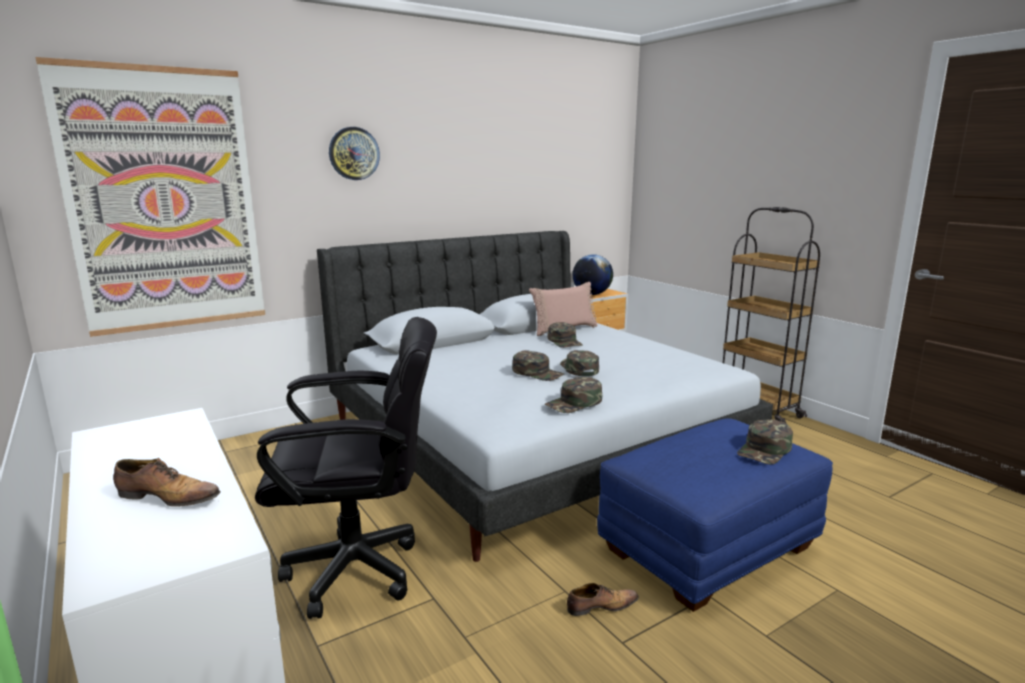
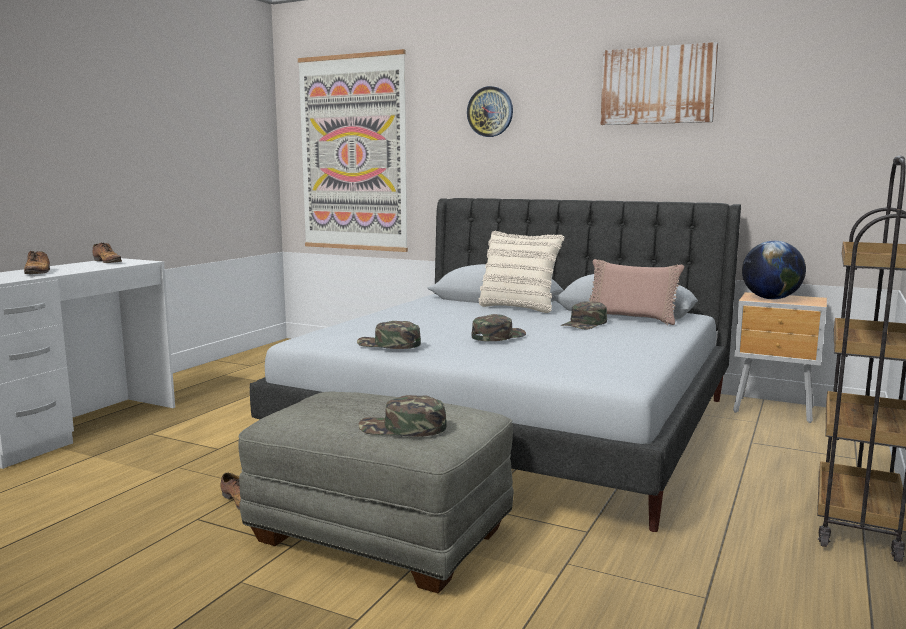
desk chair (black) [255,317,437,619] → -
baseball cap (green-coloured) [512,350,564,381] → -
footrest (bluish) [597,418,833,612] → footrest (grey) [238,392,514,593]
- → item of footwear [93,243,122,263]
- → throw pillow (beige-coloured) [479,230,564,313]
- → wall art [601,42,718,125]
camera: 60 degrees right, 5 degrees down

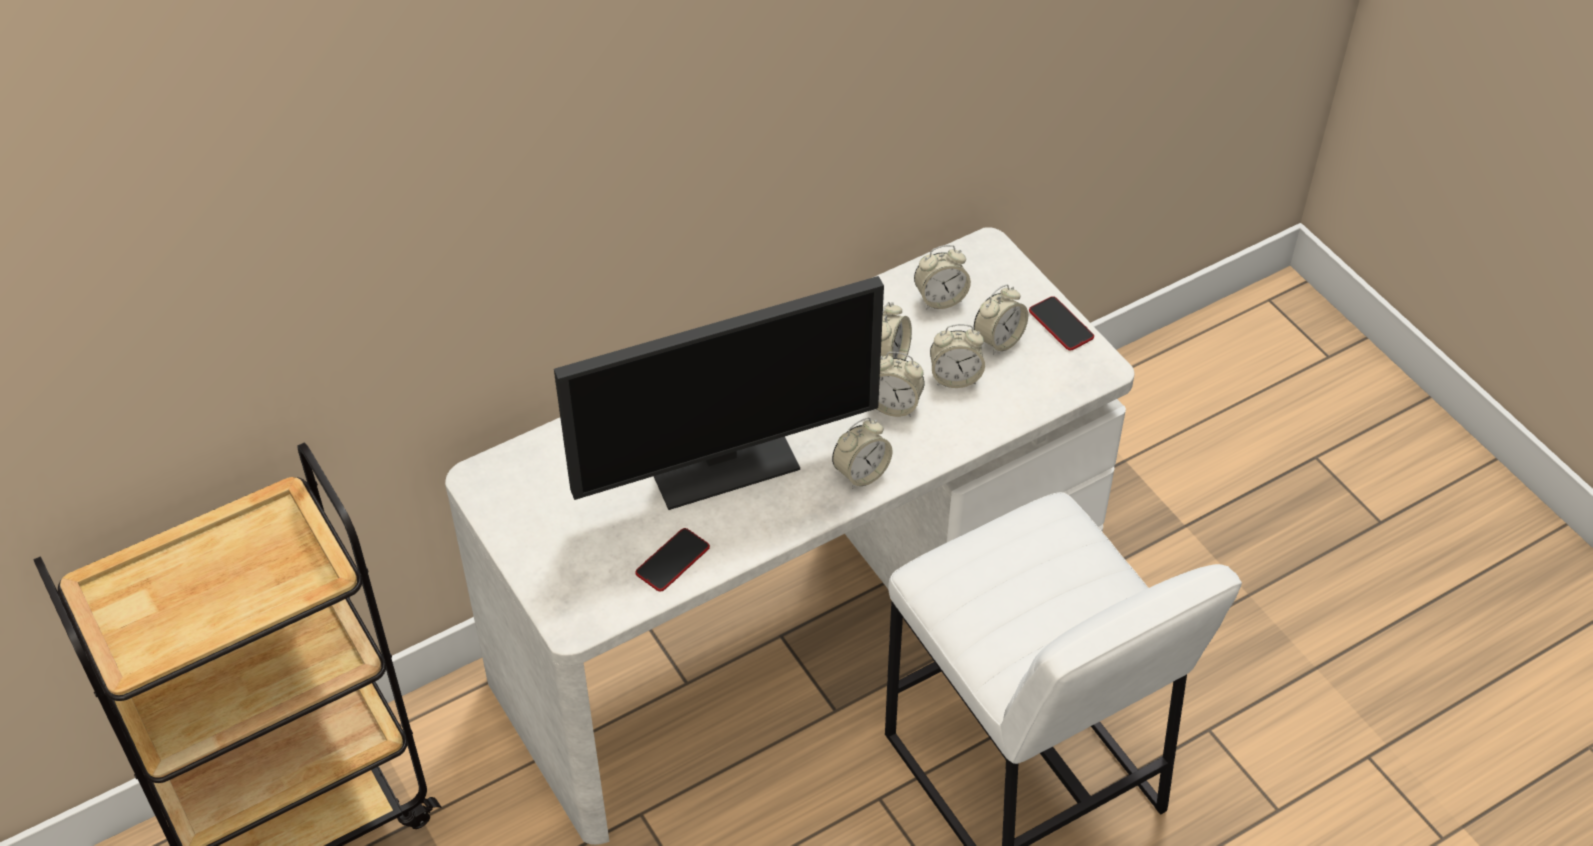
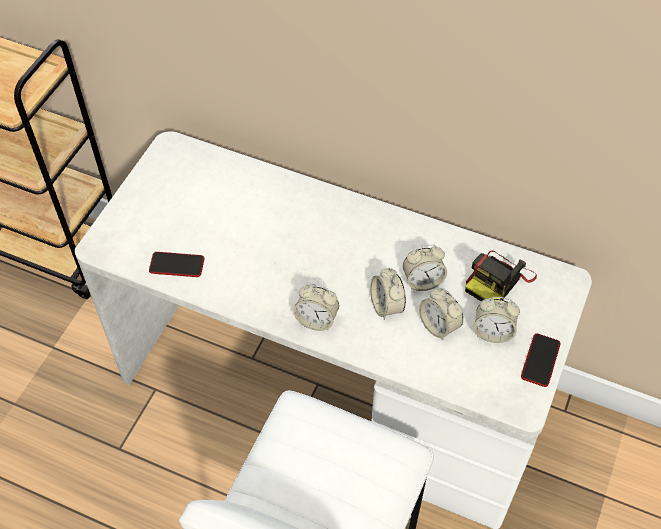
computer display [554,276,884,510] → -
table clock [914,245,971,309] → still camera [465,251,537,301]
camera: 55 degrees right, 5 degrees up

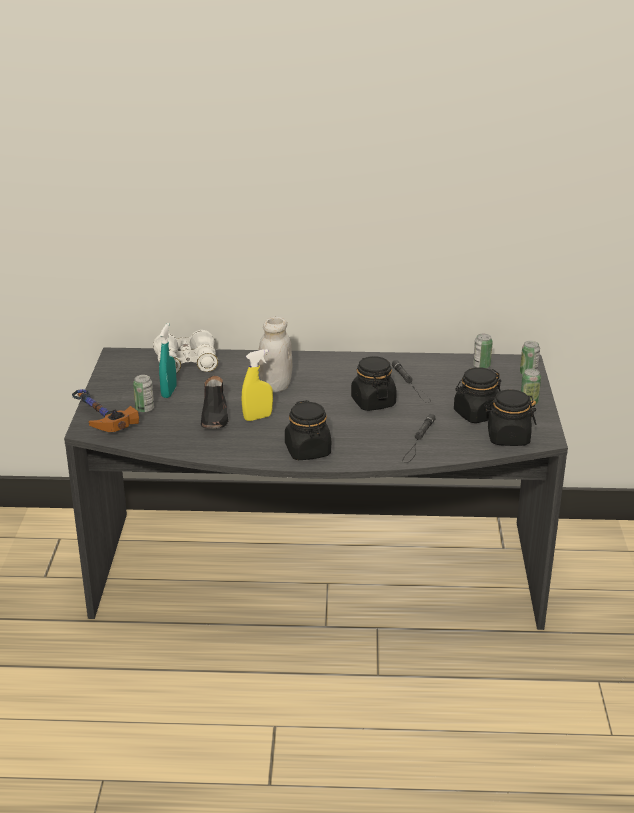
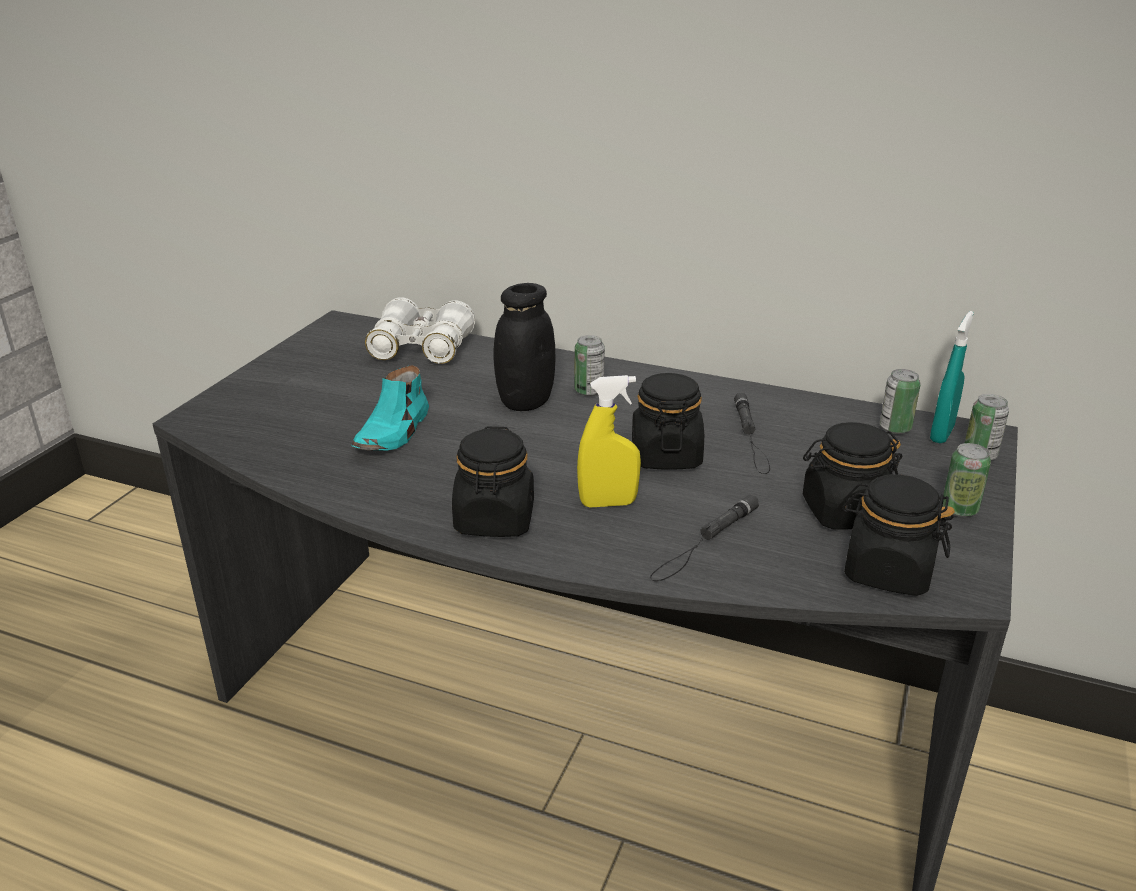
hand hammer [72,389,139,432] → -
can [133,375,154,413] → can [575,335,605,396], relocated
spray bottle (blue-green) [159,323,176,398] → spray bottle (blue-green) [930,311,974,443], relocated
item of footwear (black) [201,376,228,429] → item of footwear (blue-green) [351,365,429,451]
spray bottle (yellowish) [242,349,273,421] → spray bottle (yellowish) [577,375,641,508], relocated
preserve jar (white) [258,317,292,392] → preserve jar (black) [494,283,556,411]
camera: 20 degrees right, 0 degrees up

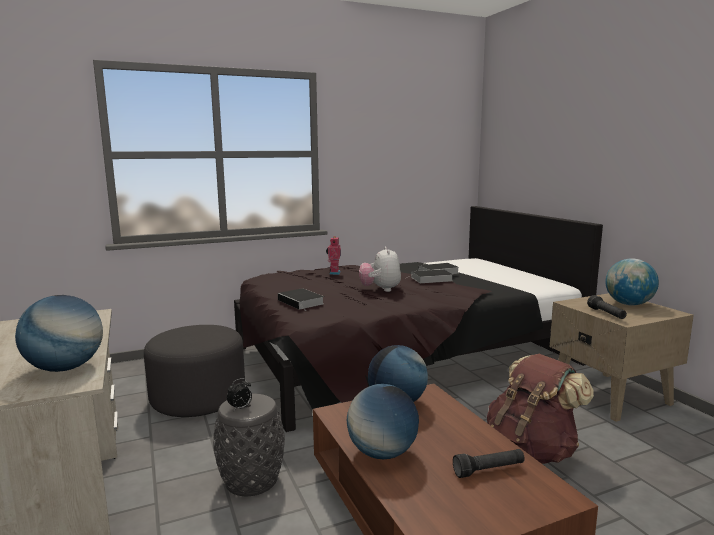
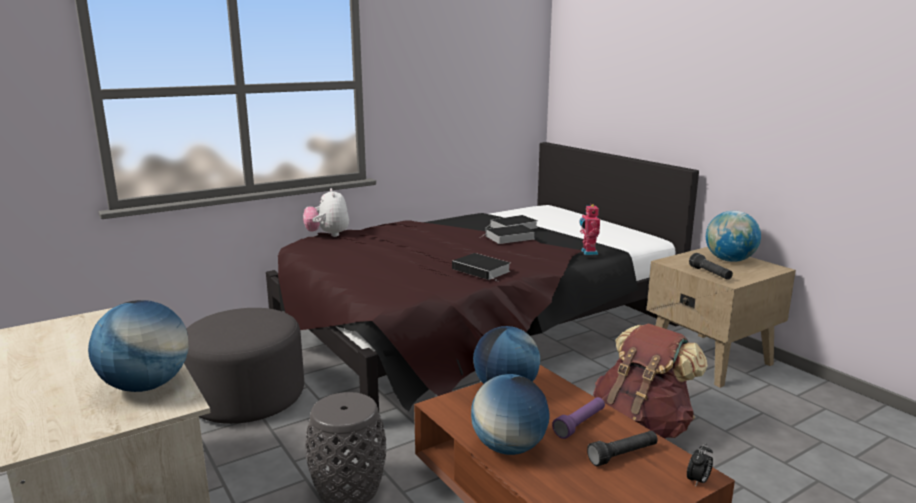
table clock [227,378,252,411] → table clock [687,443,713,487], relocated
volume [278,288,324,311] → volume [452,253,510,281], relocated
toy robot [326,236,341,275] → toy robot [579,204,600,255], relocated
soft toy [359,247,401,292] → soft toy [303,188,349,237], relocated
- → flashlight (purple-coloured) [552,397,605,439]
camera: 10 degrees left, 5 degrees up

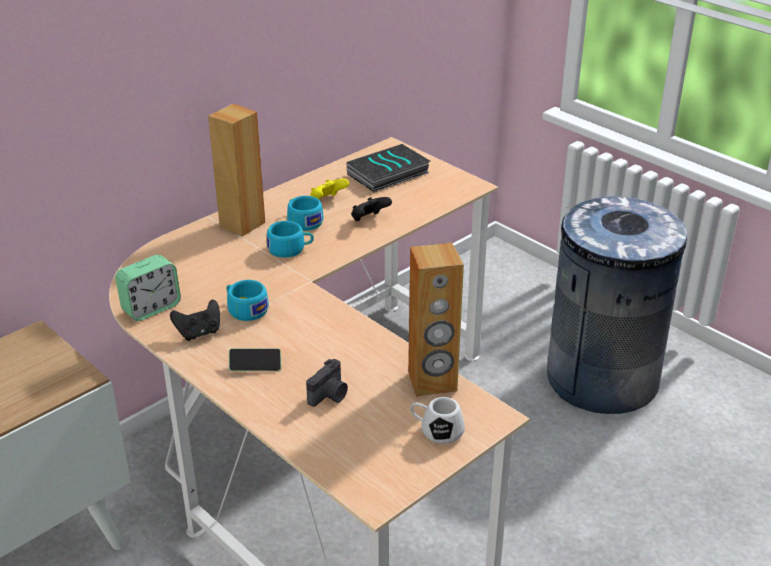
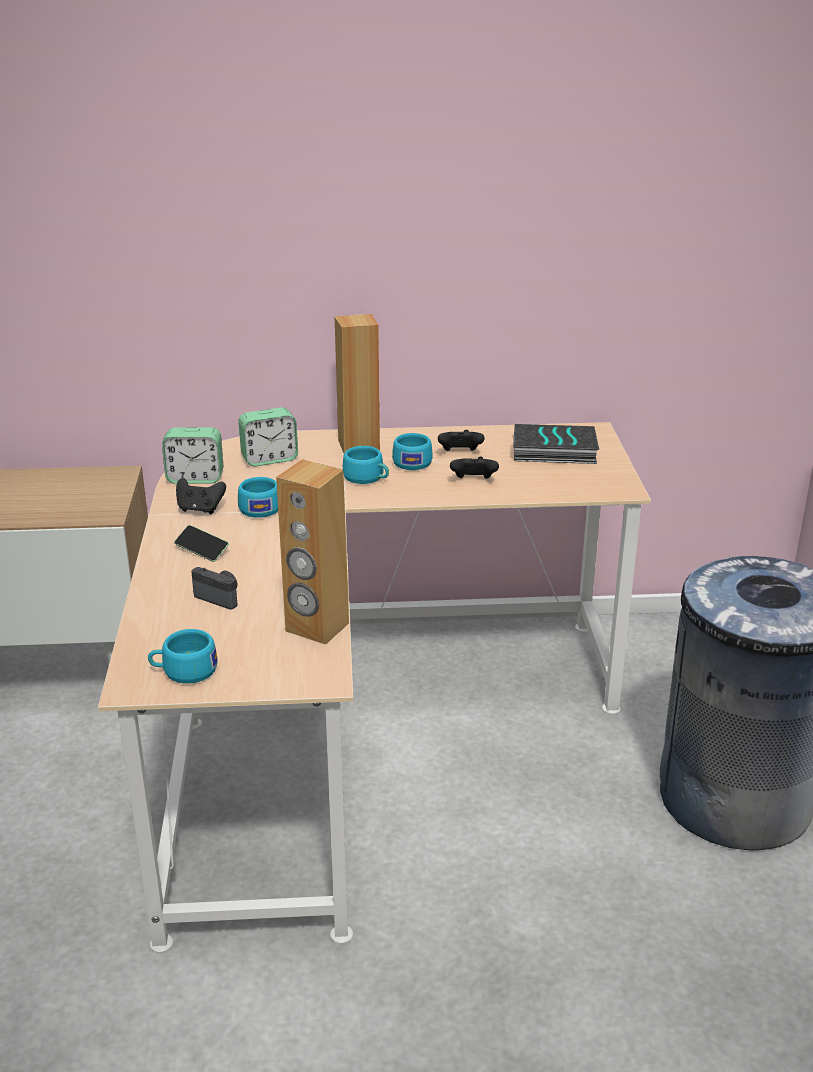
still camera [306,359,348,407] → still camera [191,567,237,609], 135 degrees counterclockwise
gamepad (yellowish) [310,179,349,200] → gamepad (black) [438,430,485,451]
mug (white) [411,397,465,444] → -
- → cup (blue-green) [148,629,218,683]
- → table clock [238,407,298,466]
camera: 40 degrees right, 5 degrees down

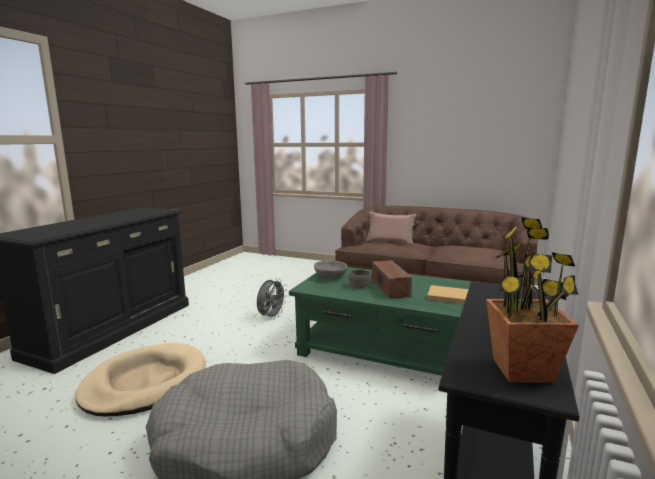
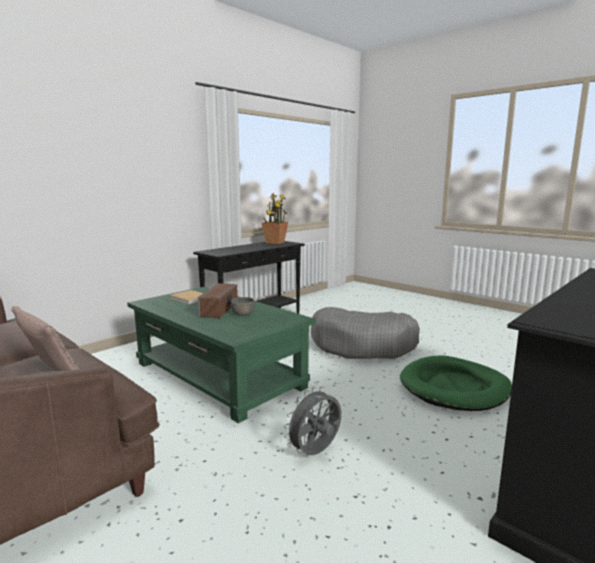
pet bed (beige-coloured) [75,343,205,417] → pet bed (green-coloured) [400,355,512,411]
bowl (grey) [314,261,347,279] → -
camera: 160 degrees left, 0 degrees up

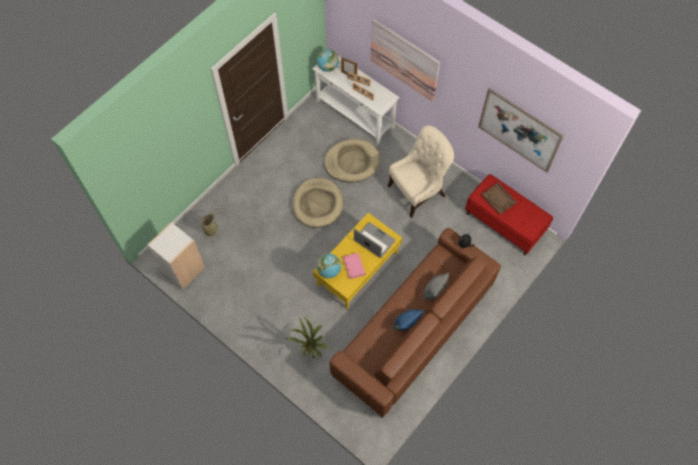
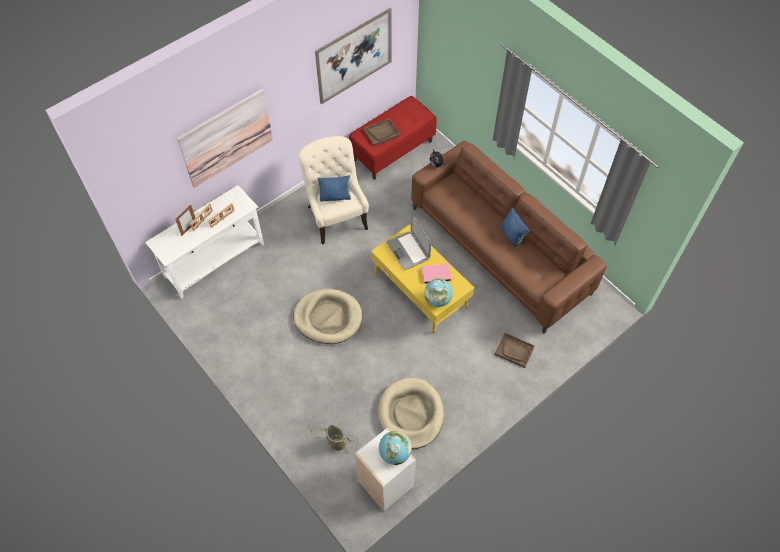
potted plant [285,317,329,359] → tray (brown) [494,333,535,368]
globe [317,49,339,72] → globe [379,431,412,465], relocated
pet bed (beige-coloured) [324,139,380,182] → pet bed (beige-coloured) [378,378,444,449], relocated
portable computer [354,222,396,258] → portable computer [386,214,431,270], 75 degrees counterclockwise
throw pillow (grey) [424,273,449,300] → -
- → throw pillow (bluish) [318,175,351,201]
camera: 80 degrees left, 5 degrees down

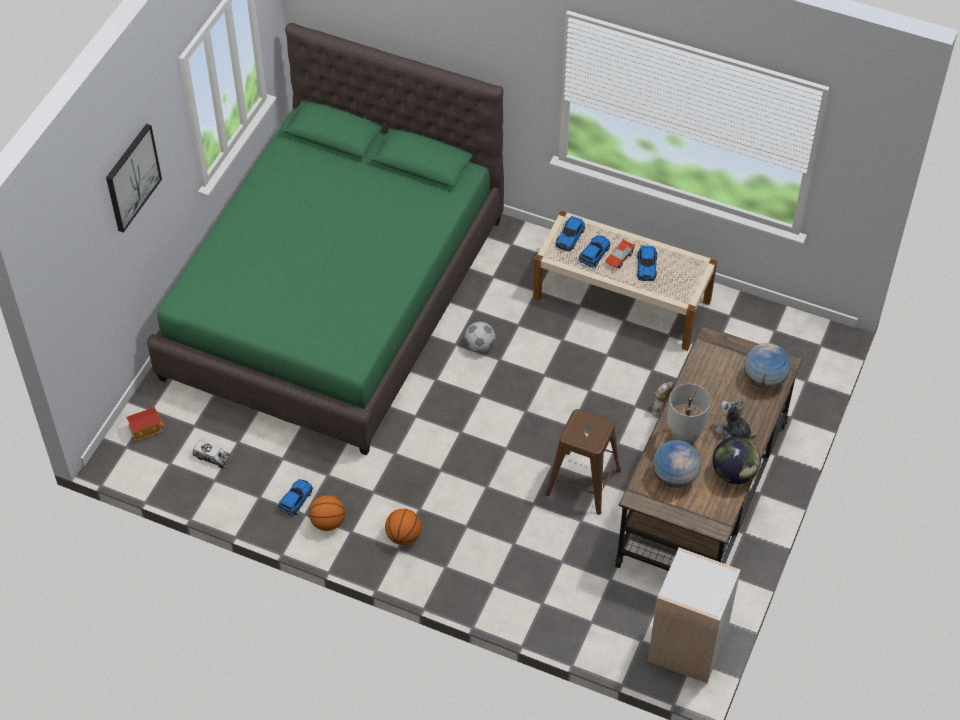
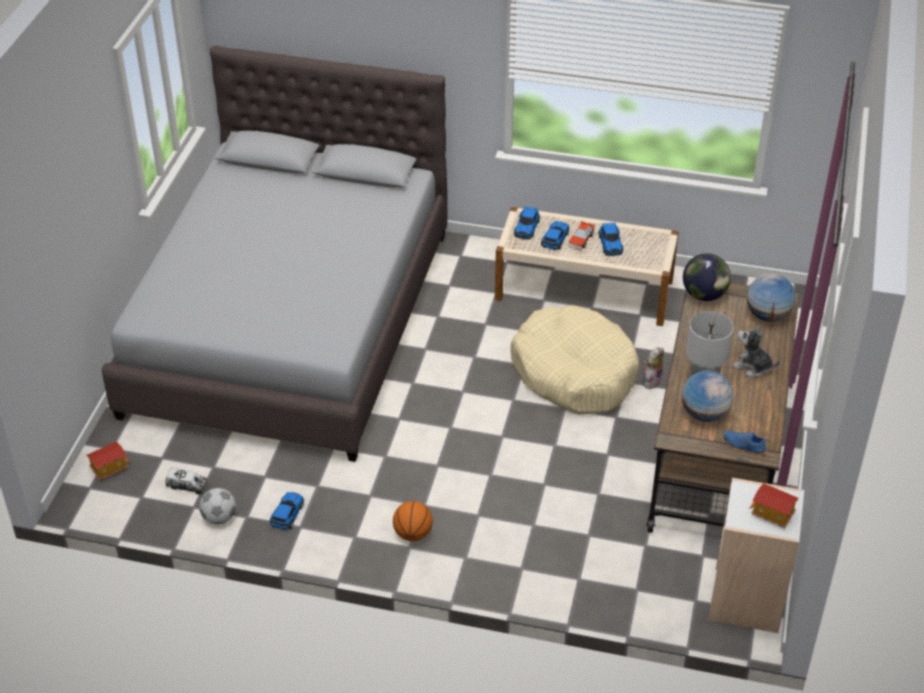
wall art [106,124,162,233] → -
bedroom bed (green-coloured) [147,23,504,455] → bedroom bed (grey) [102,46,448,462]
basketball [309,495,345,531] → -
football ball [465,322,496,353] → football ball [199,488,236,524], relocated
stool seat (brown) [545,409,621,515] → -
globe [713,436,761,484] → globe [683,253,731,301], relocated
- → pet bed (beige-coloured) [511,305,639,414]
- → item of footwear (bluish) [723,430,768,456]
- → miniature house [750,483,799,528]
camera: 10 degrees left, 10 degrees down

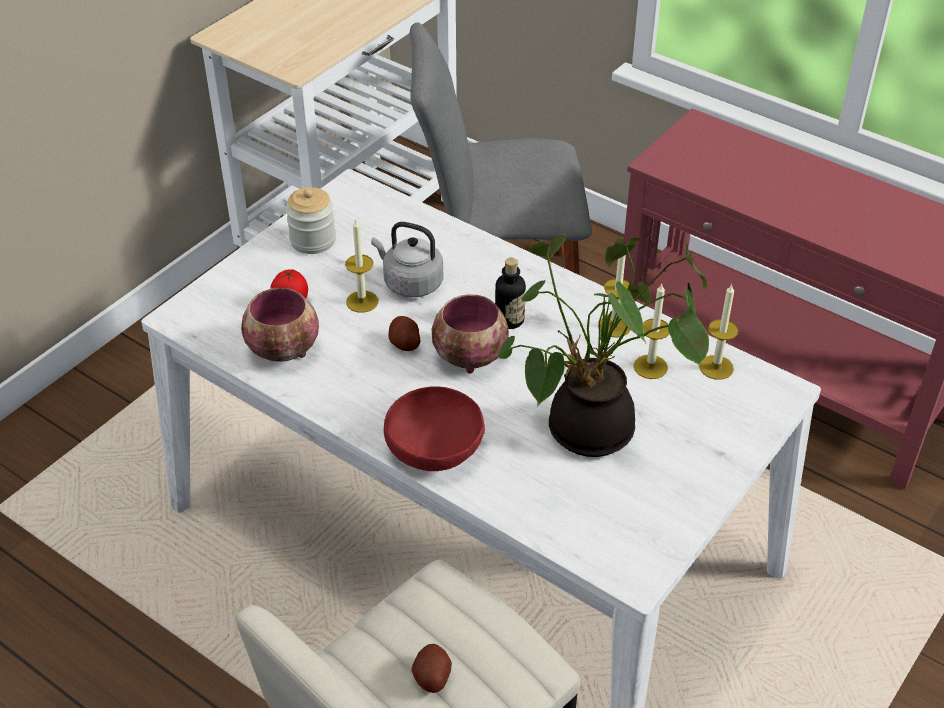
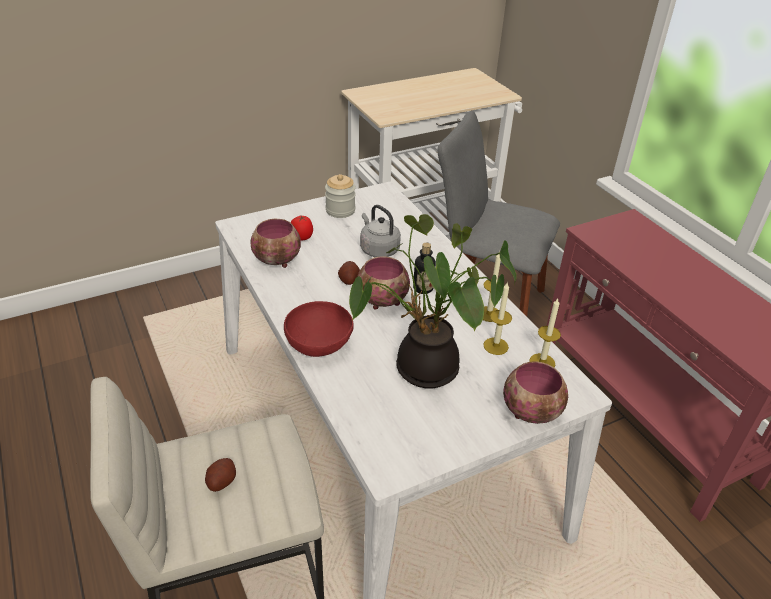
wax candle [345,219,378,313] → -
- → bowl [503,361,568,424]
camera: 25 degrees right, 5 degrees down

